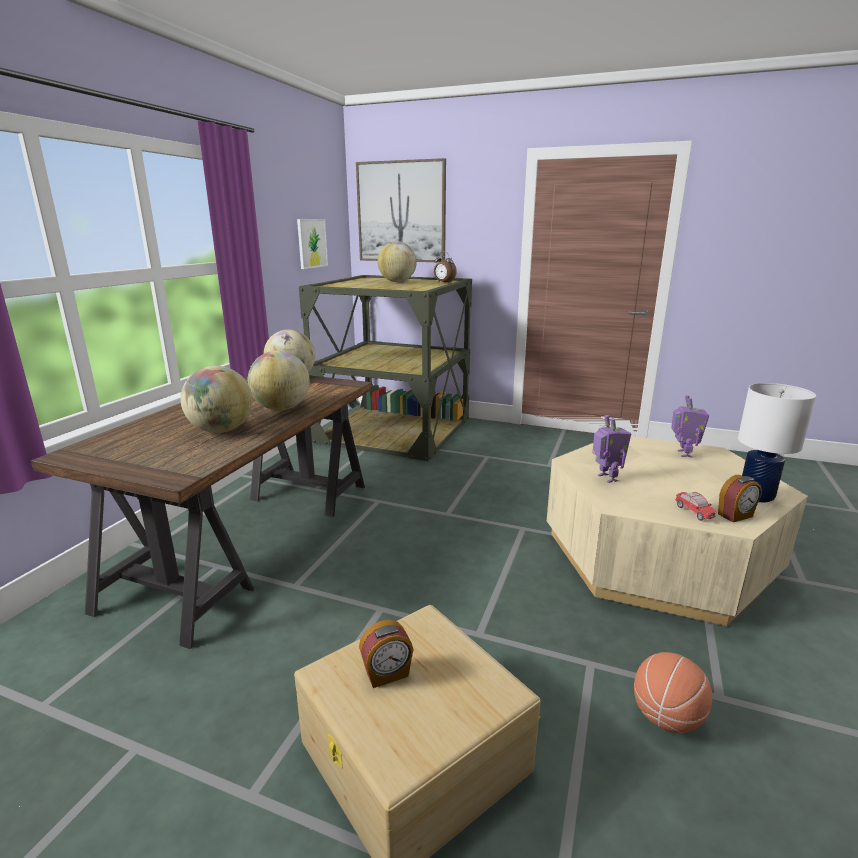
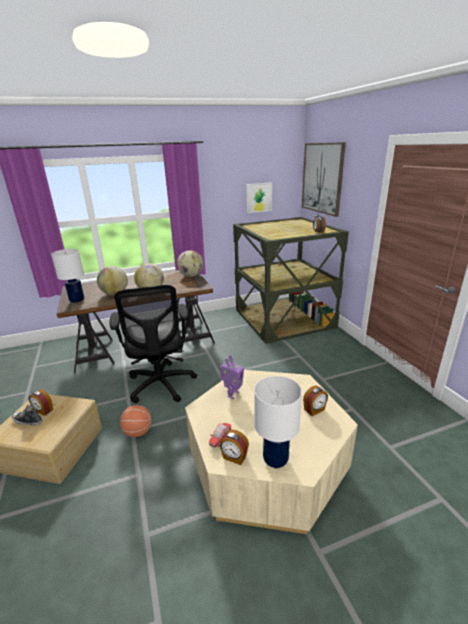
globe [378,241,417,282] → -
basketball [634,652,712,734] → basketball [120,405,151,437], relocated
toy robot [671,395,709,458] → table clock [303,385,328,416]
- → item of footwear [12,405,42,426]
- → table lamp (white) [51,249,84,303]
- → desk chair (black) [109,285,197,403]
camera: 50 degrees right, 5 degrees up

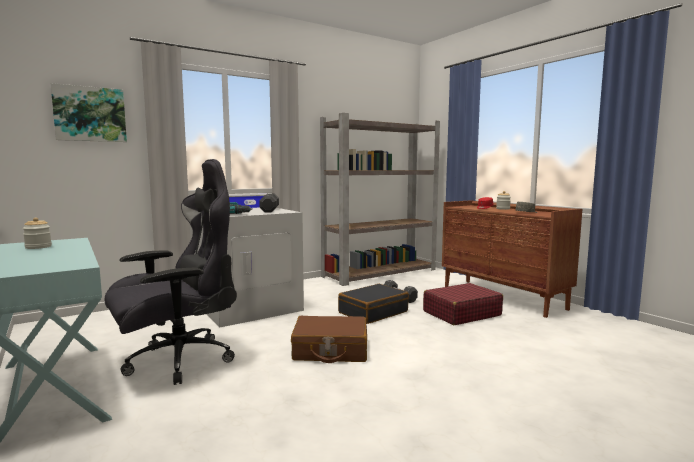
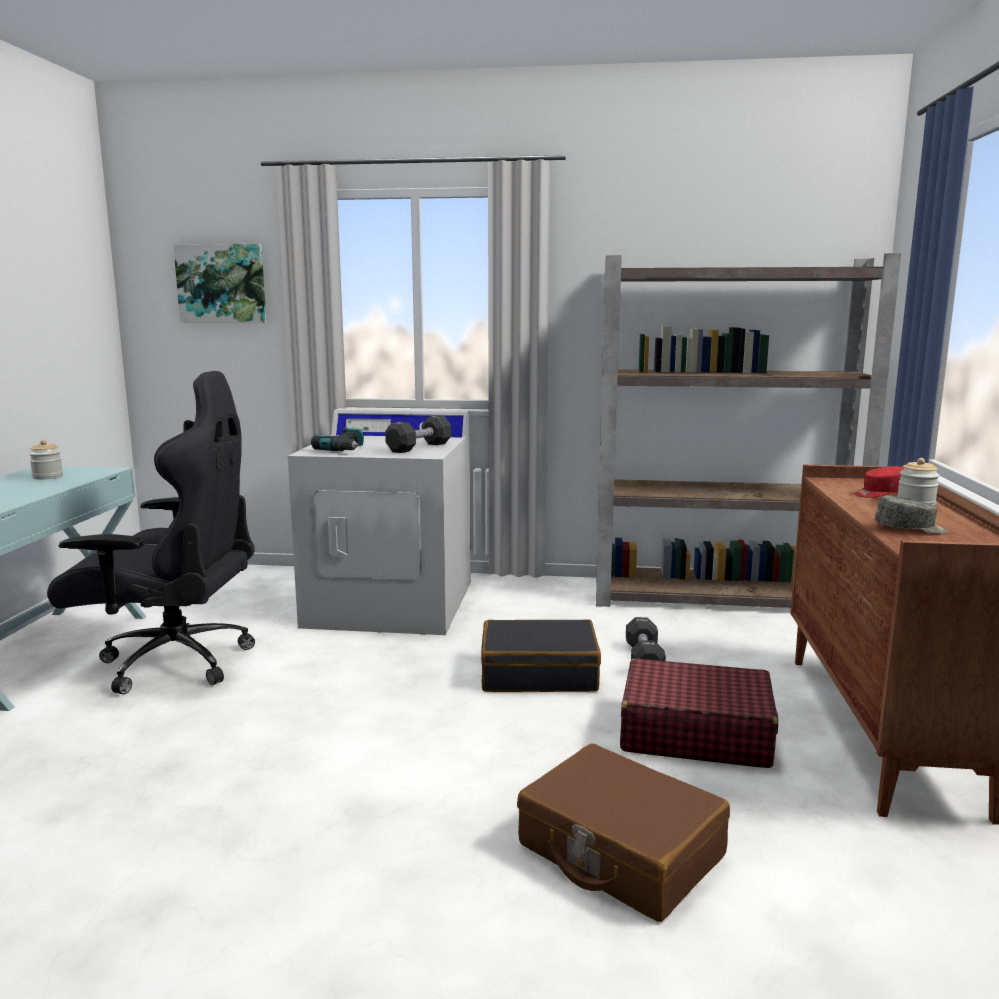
piece of luggage (brown) [291,316,367,363] → piece of luggage (brown) [517,744,730,922], relocated
camera: 40 degrees right, 5 degrees up

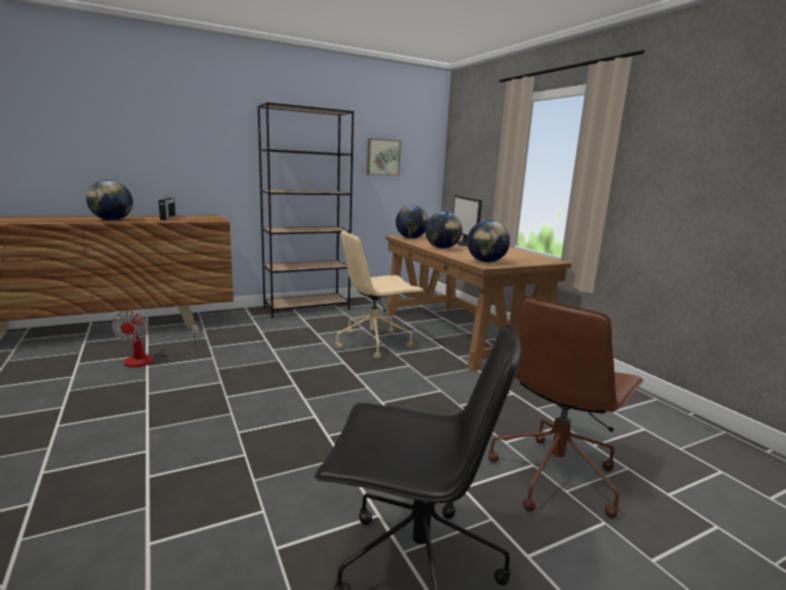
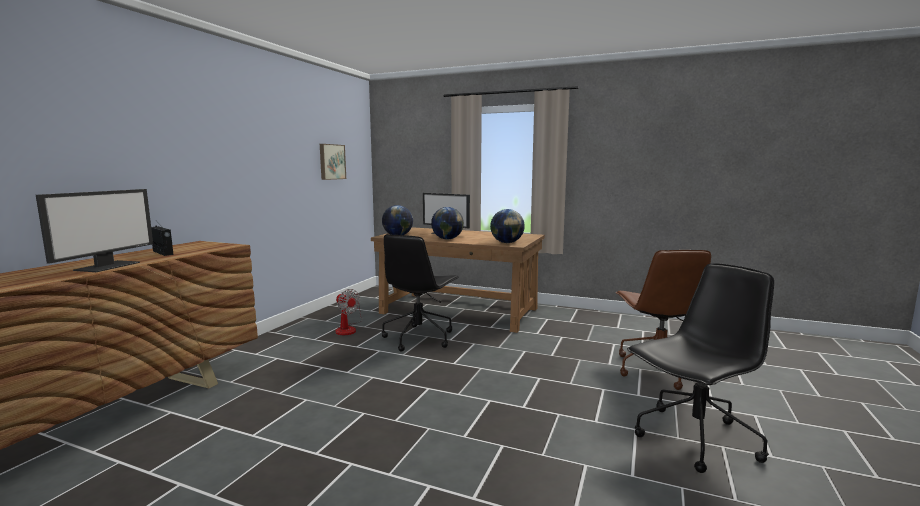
globe [87,180,133,221] → computer display [36,189,153,272]
fan [112,311,199,367] → fan [335,289,363,335], relocated
bookshelf (beige-coloured) [258,102,354,318] → -
desk chair (beige-coloured) [335,230,424,359] → desk chair (black) [382,234,459,352]
camera: 40 degrees left, 5 degrees down

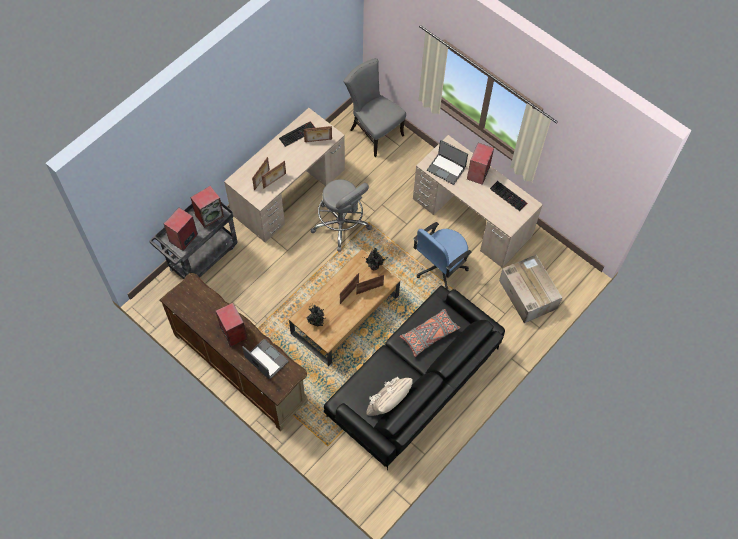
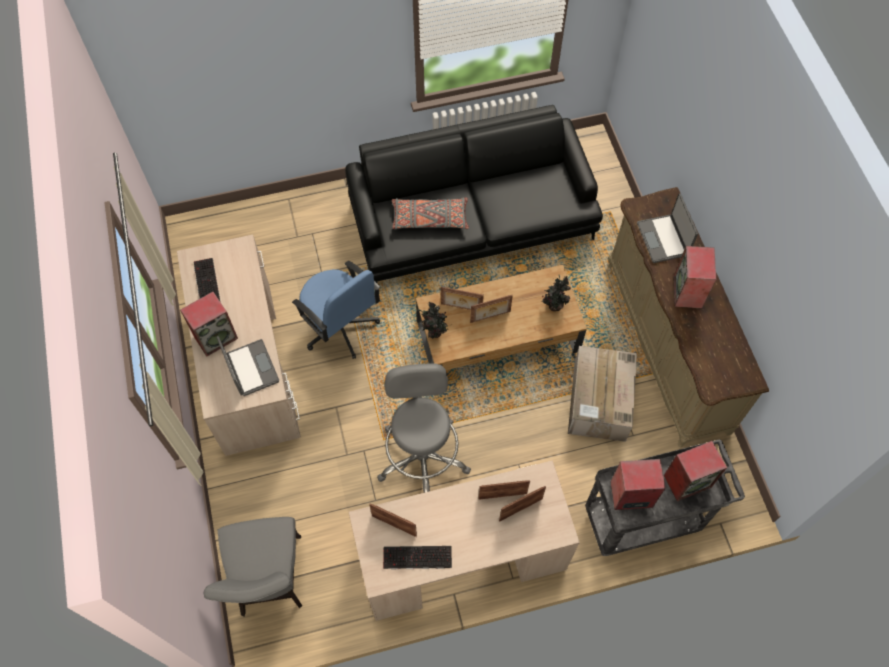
throw pillow (beige-coloured) [366,377,413,416] → -
desk chair (bluish) [413,222,472,290] → desk chair (bluish) [292,261,380,359], 60 degrees clockwise
packing box [499,255,562,323] → packing box [568,346,637,442], relocated
camera: 145 degrees left, 0 degrees up

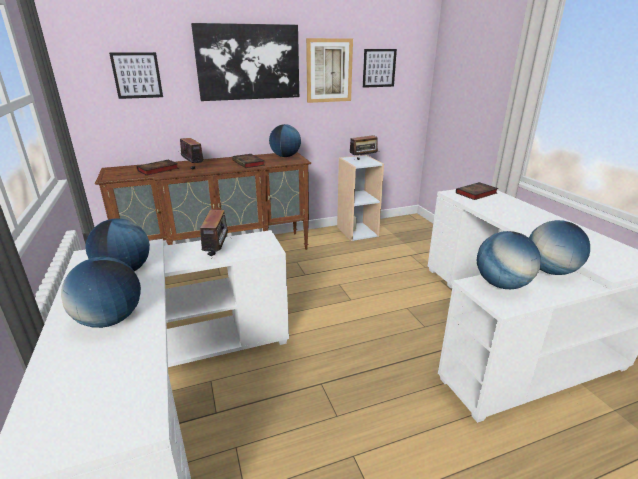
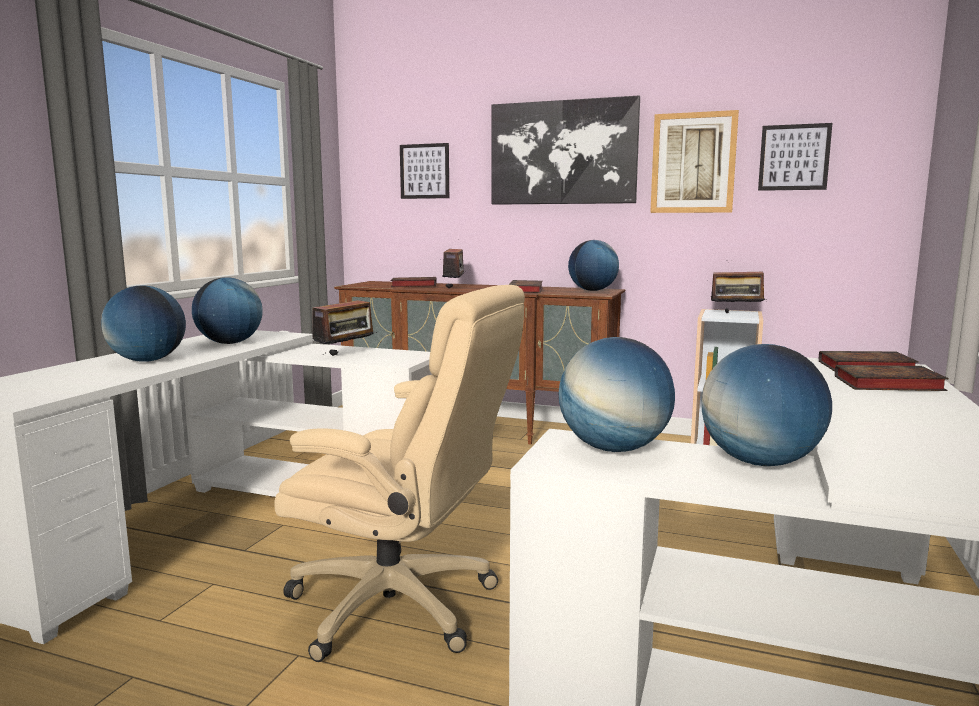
- → desk chair (beige-coloured) [274,285,525,662]
- → volume [835,365,949,391]
camera: 40 degrees right, 15 degrees down

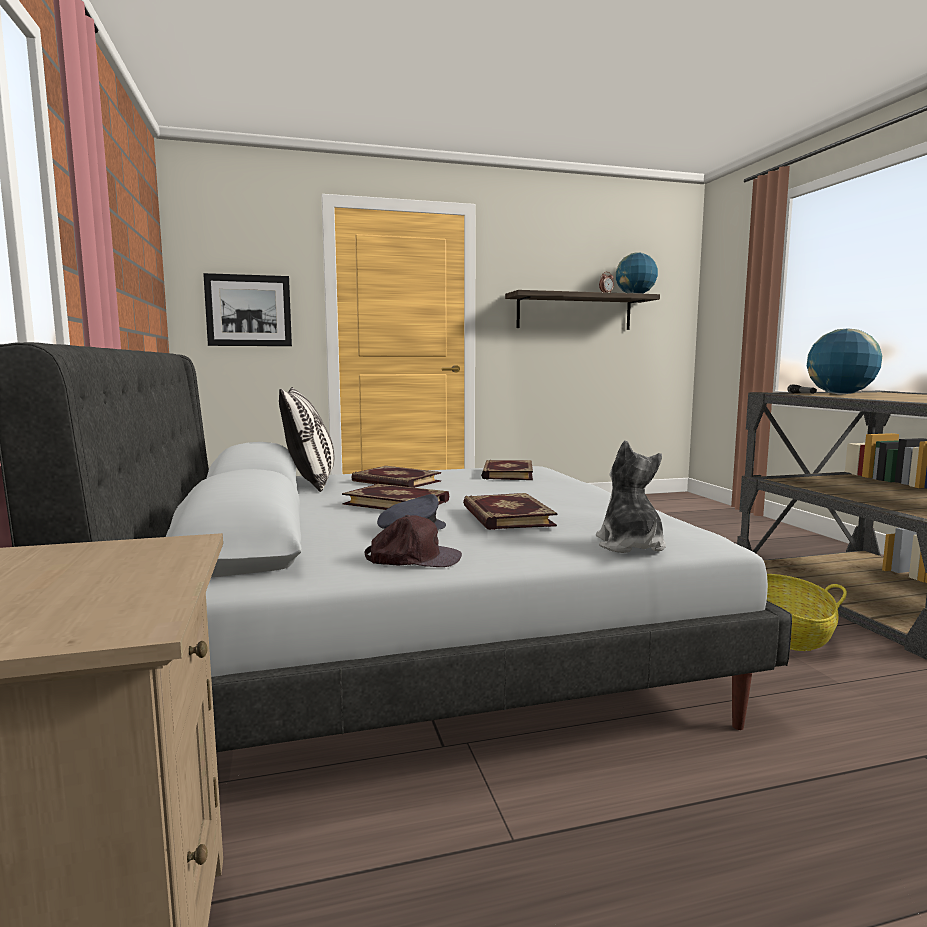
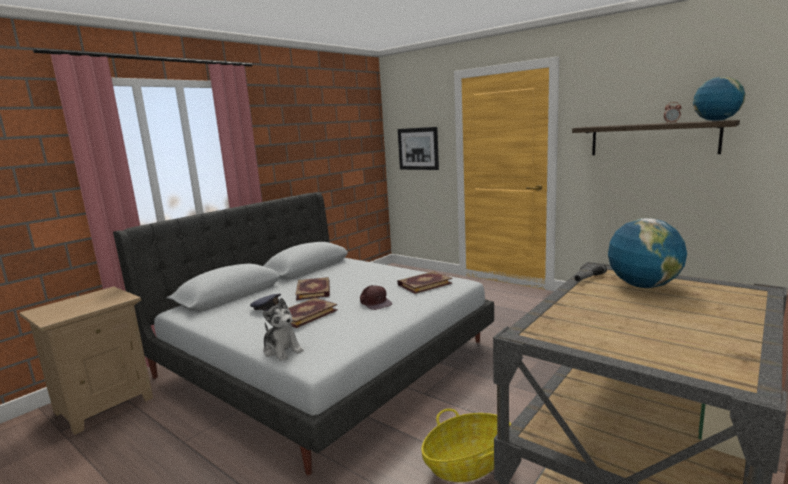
throw pillow [279,387,334,492] → -
volume [351,466,441,488] → -
baseball cap (brown) [364,515,462,567] → baseball cap (brown) [360,285,392,310], relocated
soft toy [596,441,666,553] → soft toy [263,298,303,361], 90 degrees clockwise
camera: 55 degrees right, 5 degrees up

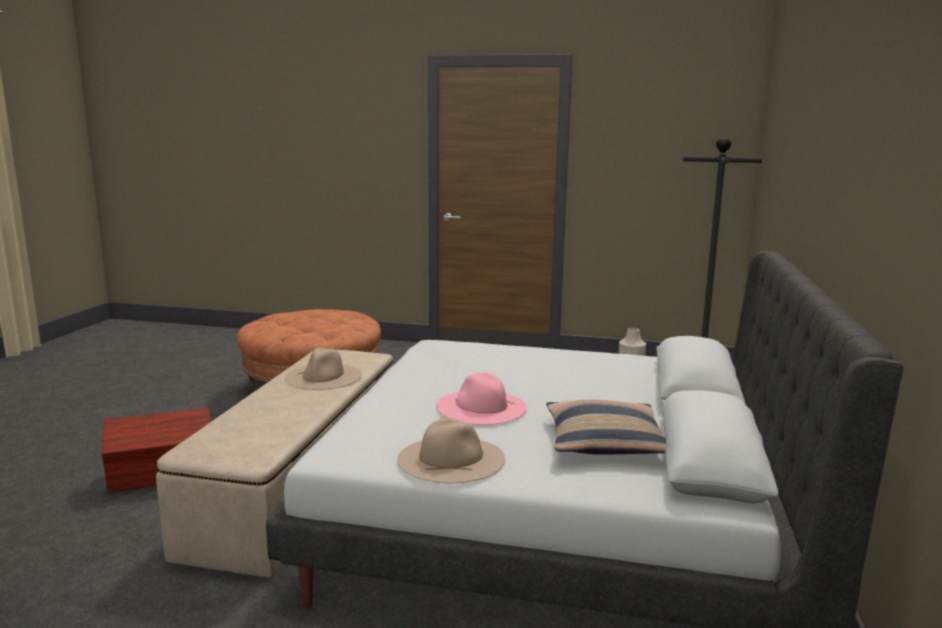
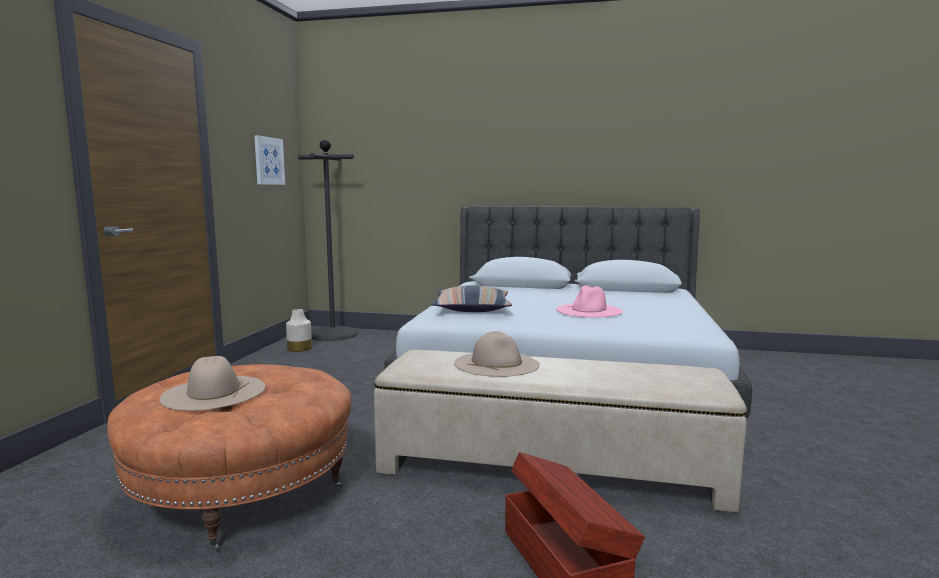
wearable hat (beige-coloured) [397,418,505,484] → wearable hat (beige-coloured) [160,356,265,411], relocated
throw pillow [546,399,666,455] → throw pillow [431,285,512,312], relocated
- → wall art [254,135,285,185]
camera: 90 degrees left, 5 degrees down

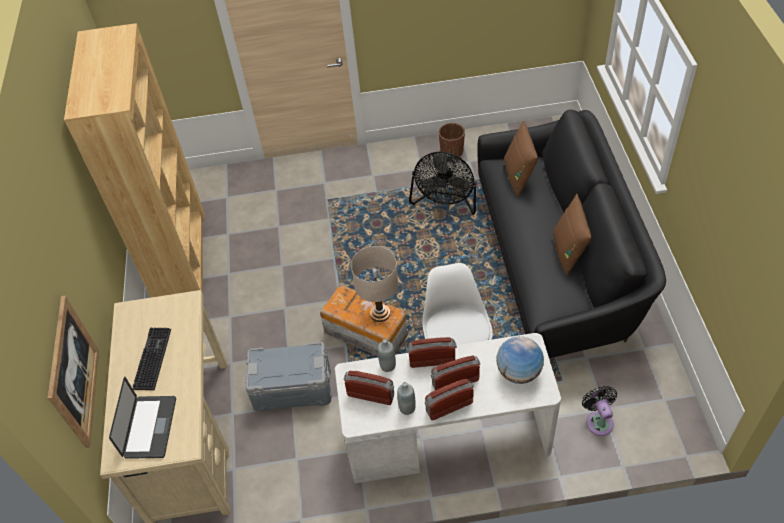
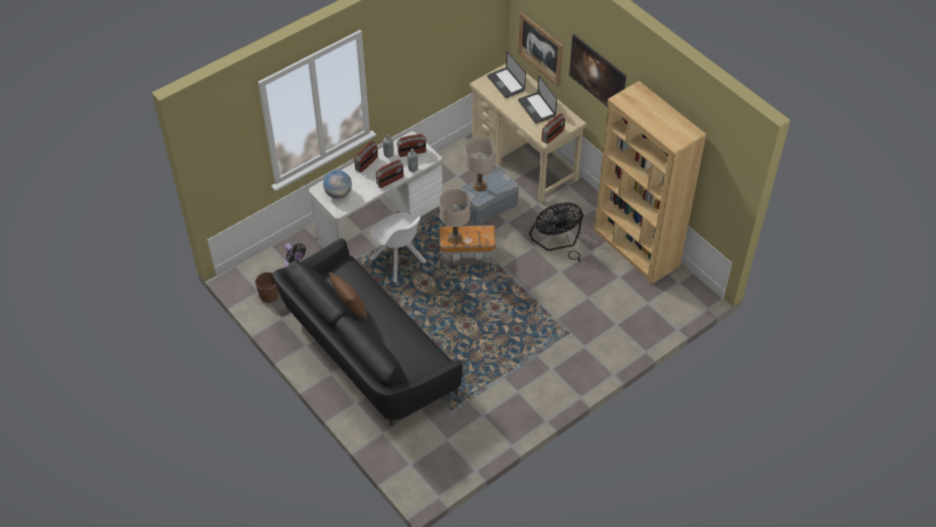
PC keyboard [133,327,171,390] → portable computer [518,76,557,124]
fan (black) [409,152,477,215] → fan (black) [529,202,584,262], relocated
radio [431,356,480,390] → radio [542,113,565,144], relocated
flower pot (brown) [439,123,465,158] → flower pot (brown) [255,272,279,303], relocated
throw pillow (brown) [504,121,538,197] → -
- → table lamp (beige-coloured) [465,137,495,191]
- → wall art [569,34,626,107]
camera: 145 degrees right, 0 degrees up

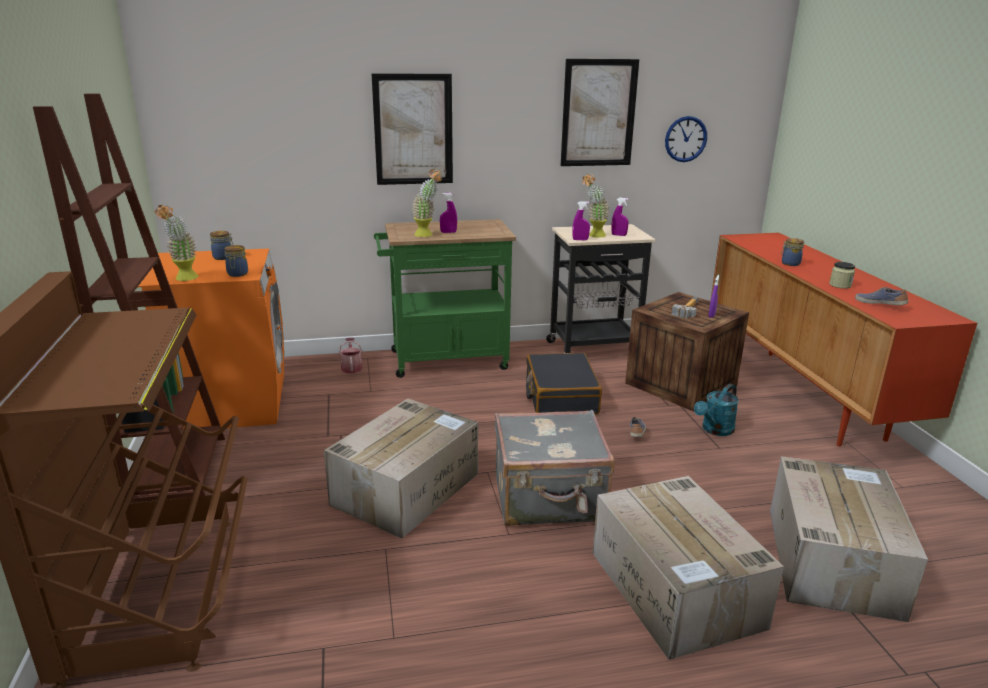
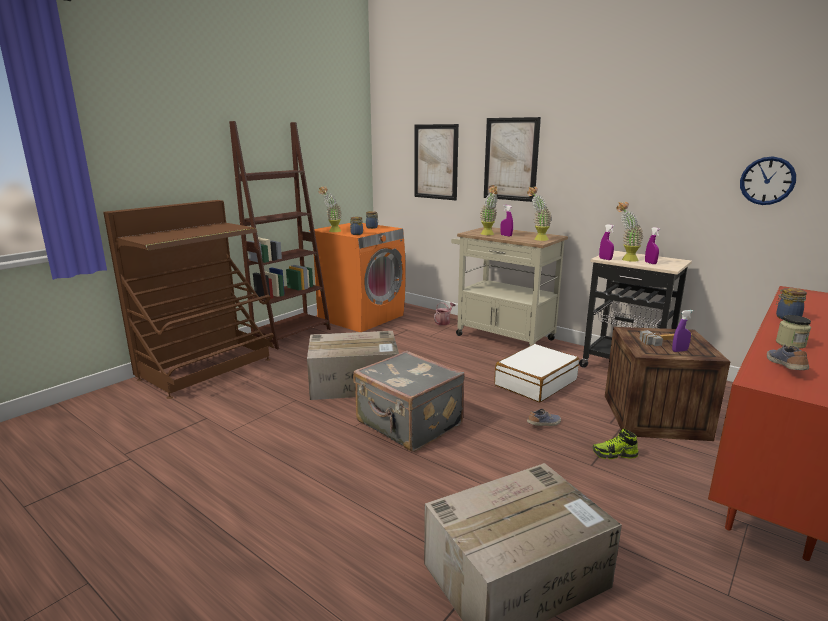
cart (green-coloured) [374,219,516,378] → cart (beige-coloured) [451,227,568,346]
piece of luggage (black) [526,353,602,414] → piece of luggage (white) [494,344,579,402]
wall art [561,59,639,166] → wall art [414,124,459,200], relocated
packing box [593,476,784,660] → -
watering pot (blue-green) [694,384,739,436] → item of footwear [593,428,639,459]
- → potted plant [527,187,552,241]
camera: 50 degrees right, 5 degrees down

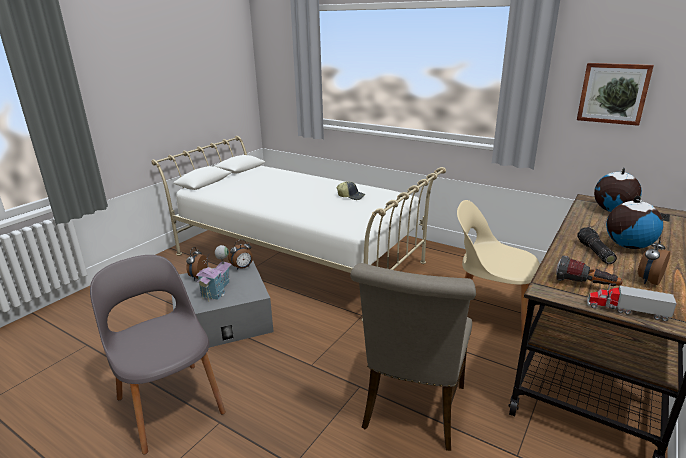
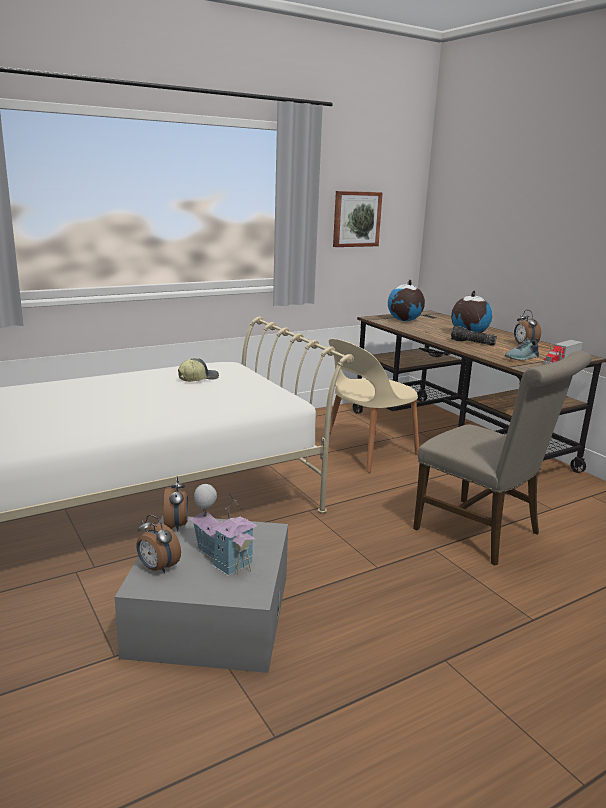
plain chair (grey) [90,255,226,454] → -
flashlight [556,255,623,286] → item of footwear [505,338,539,360]
camera: 65 degrees left, 5 degrees down

